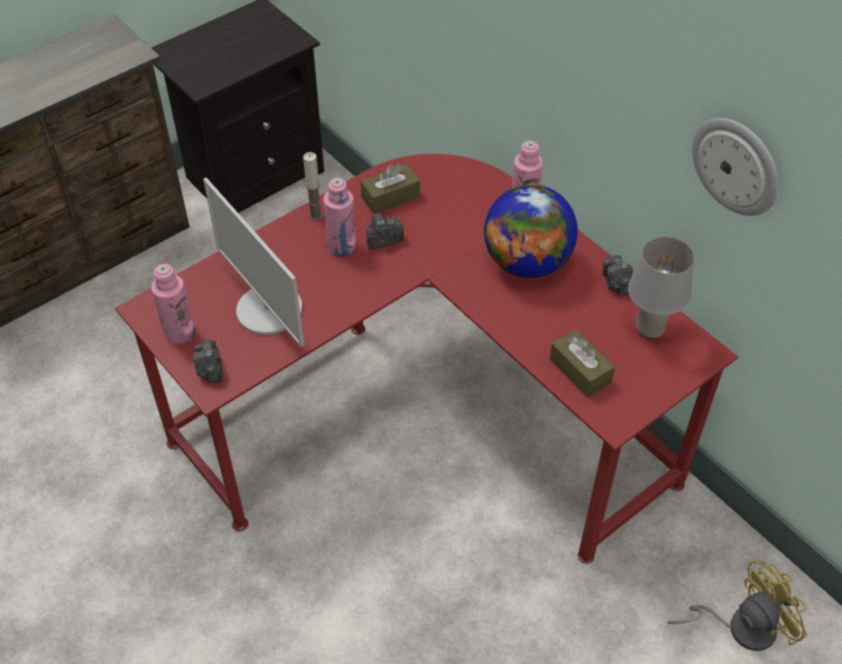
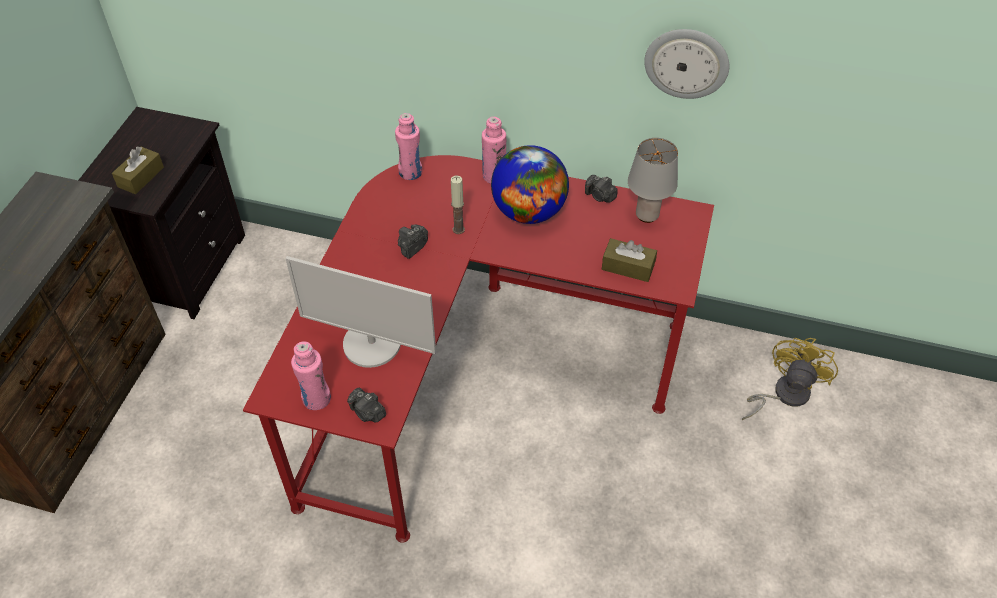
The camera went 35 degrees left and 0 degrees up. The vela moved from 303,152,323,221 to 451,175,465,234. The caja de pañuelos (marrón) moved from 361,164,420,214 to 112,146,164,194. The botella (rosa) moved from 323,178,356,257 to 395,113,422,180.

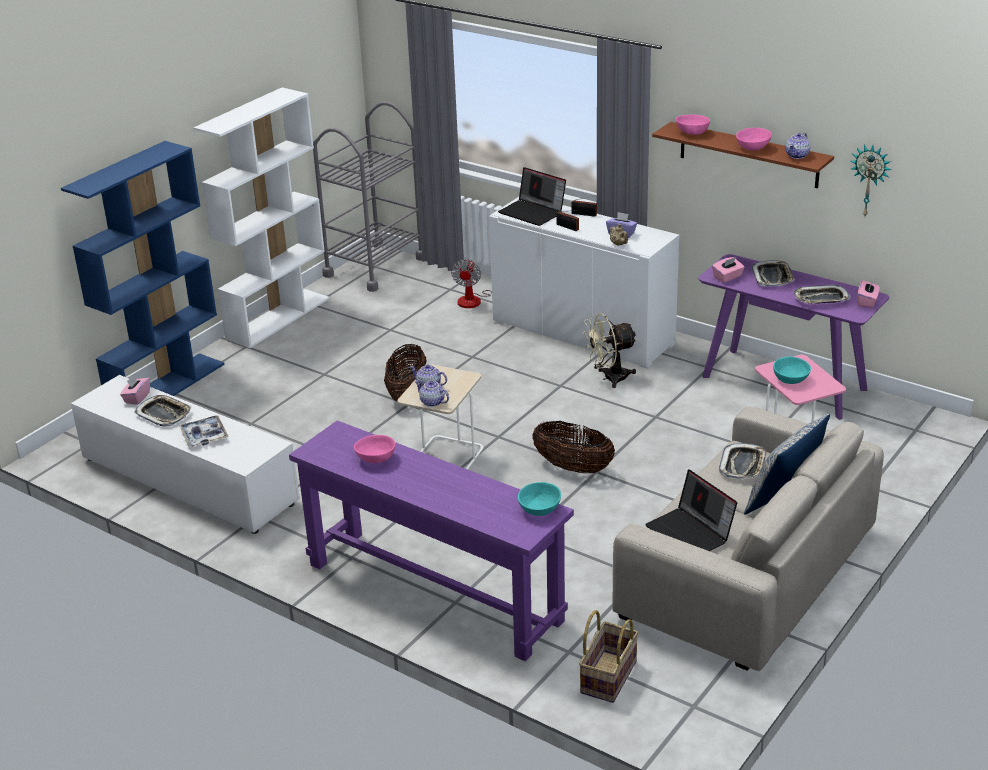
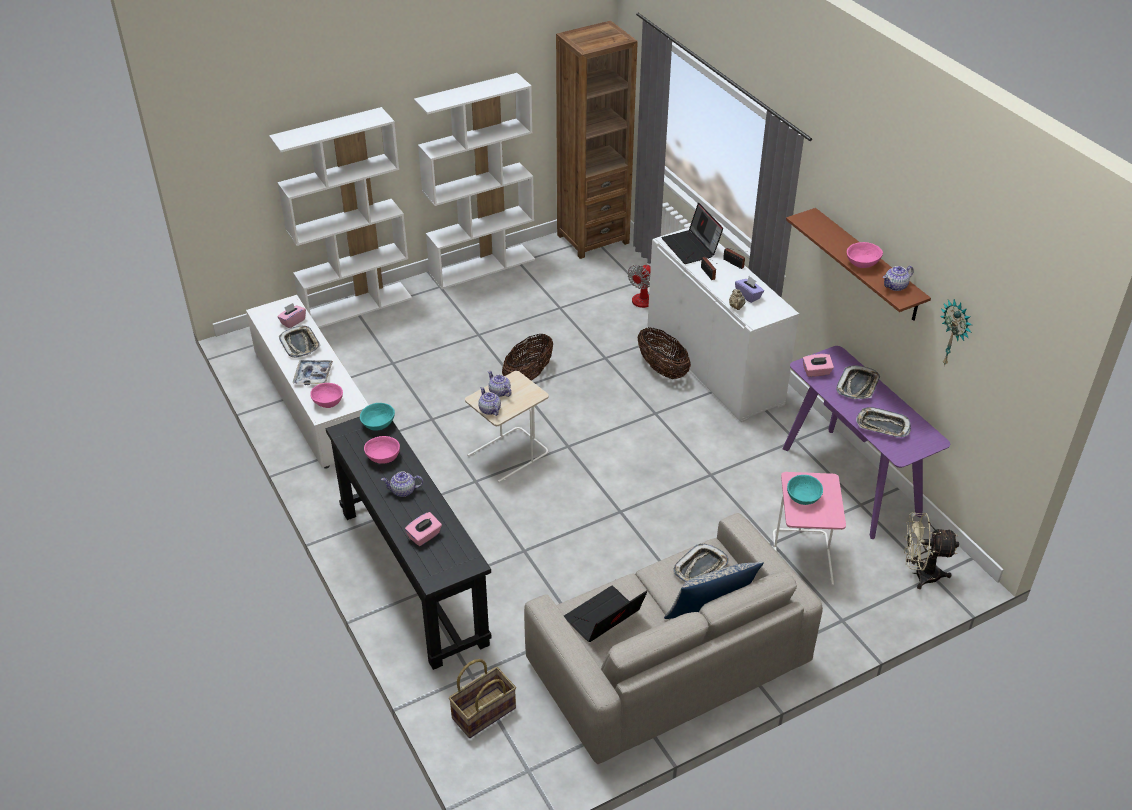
The camera went 25 degrees right and 10 degrees up. The carrito (gris) at 313,102,423,292 was replaced by the estantería (marrón) at 556,21,638,259. The cuenco (rosa) moved from 676,115,710,135 to 310,383,343,408. The estantería (azul) at 61,141,225,396 became the estantería (blanco) at 269,107,412,328. The caja de pañuelos (rosa) moved from 858,280,880,308 to 405,512,442,546. The ventilador (beis) moved from 583,314,637,388 to 904,513,959,589. The mesa consola (morado) at 289,420,574,661 became the mesa consola (negro) at 326,417,492,670. The cesta moved from 532,421,615,473 to 637,327,691,379. The portátil at 645,469,737,551 turned 60 degrees clockwise. The cuenco (turquesa) moved from 518,482,561,516 to 360,403,395,431. The tetera at 381,471,423,497 appeared.

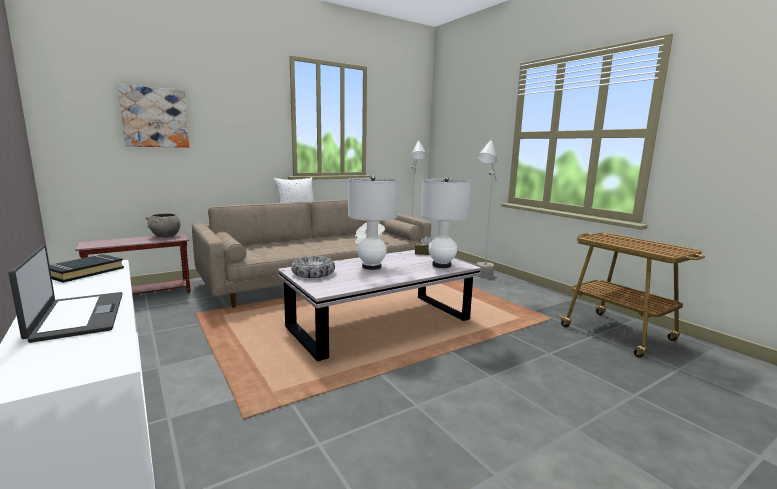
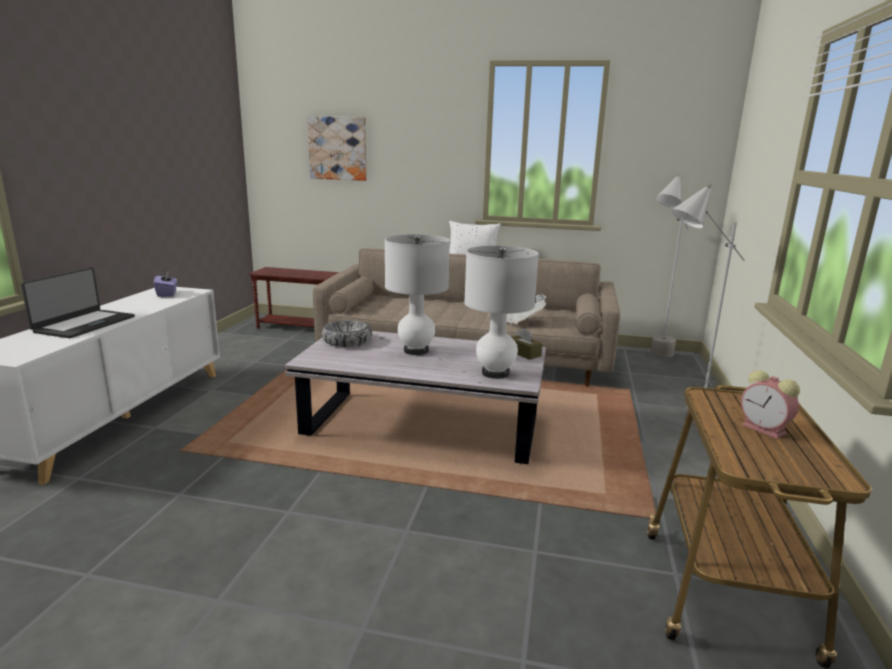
The camera went 45 degrees right and 5 degrees up. The cuenco (gris) at 145,214,181,238 disappeared. The libro (negro) at 49,254,124,283 was replaced by the caja de pañuelos (morado) at 154,271,177,297. The despertador at 741,370,800,439 appeared.

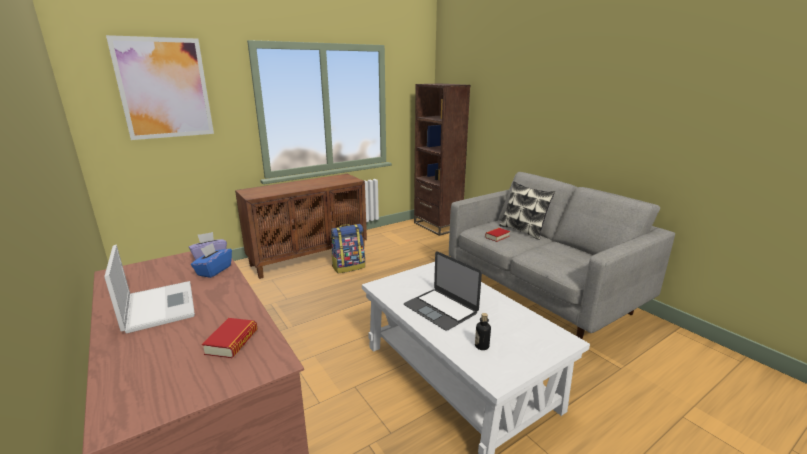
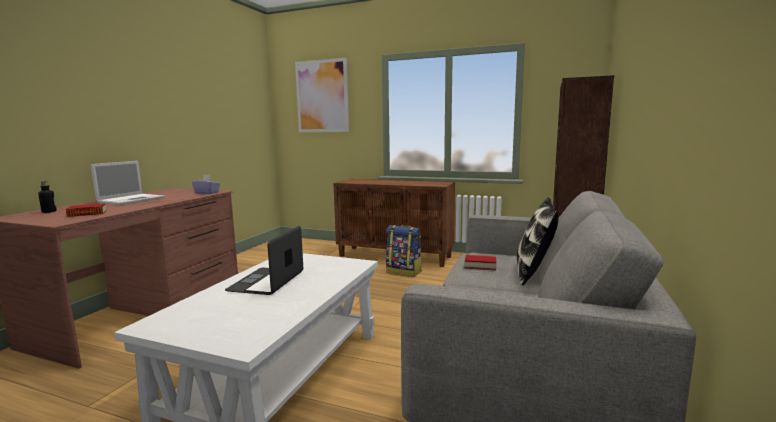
The camera went 55 degrees right and 10 degrees down. The caja de pañuelos (azul) at 191,243,232,278 disappeared. The botella moved from 475,313,491,350 to 38,181,57,213.

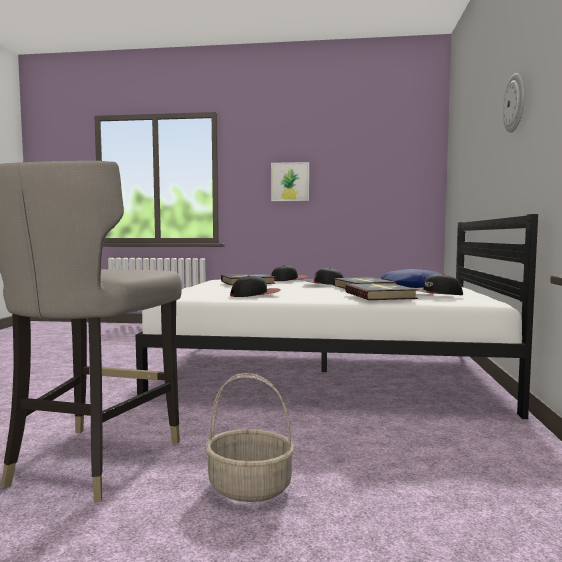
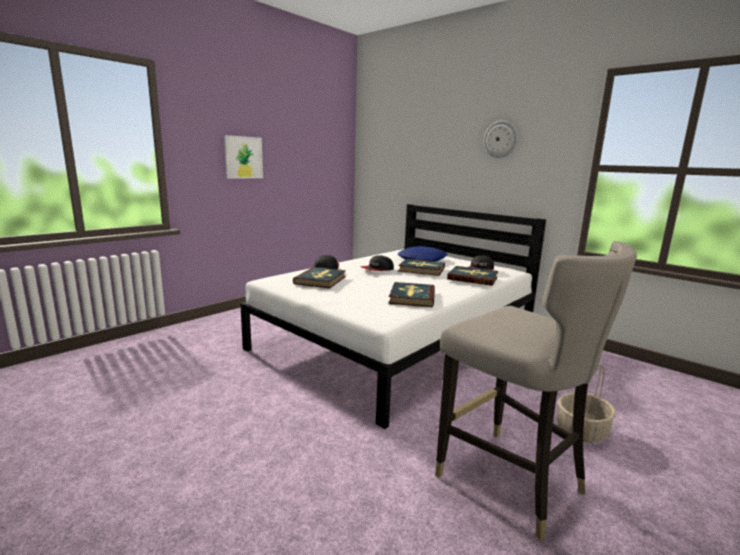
The camera went 55 degrees left and 10 degrees up. The gorra at 230,275,281,297 was replaced by the libro at 389,282,435,307.

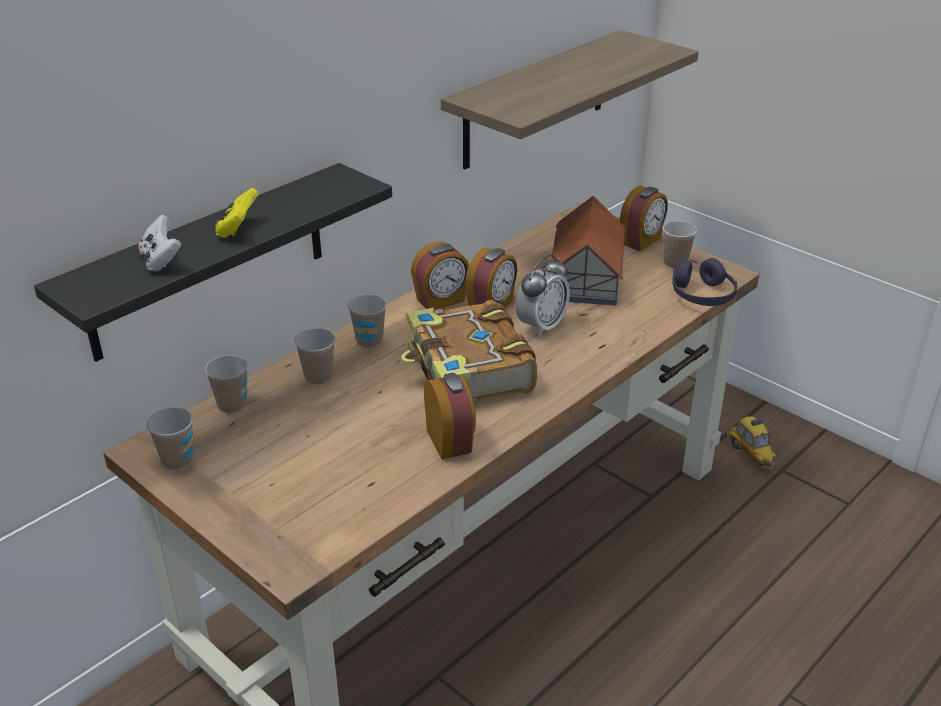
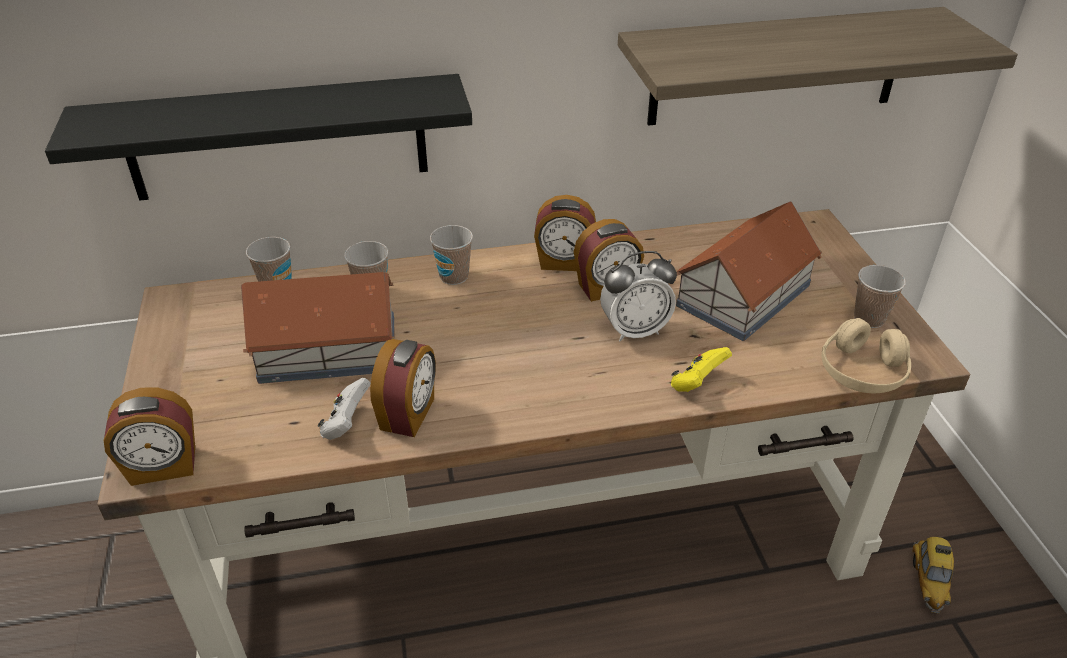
The camera went 35 degrees right and 5 degrees up. The despertador moved from 620,186,668,251 to 104,387,195,486. The mando de consola (amarillo) moved from 213,188,259,238 to 671,347,732,392. The mando de consola (blanco) moved from 138,215,182,271 to 318,378,371,440. The auriculares (morado) at 672,258,737,306 became the auriculares (beis) at 822,318,911,393. The libro at 401,300,537,404 disappeared. The taza at 147,408,193,471 disappeared. The casita at 241,272,395,384 appeared.

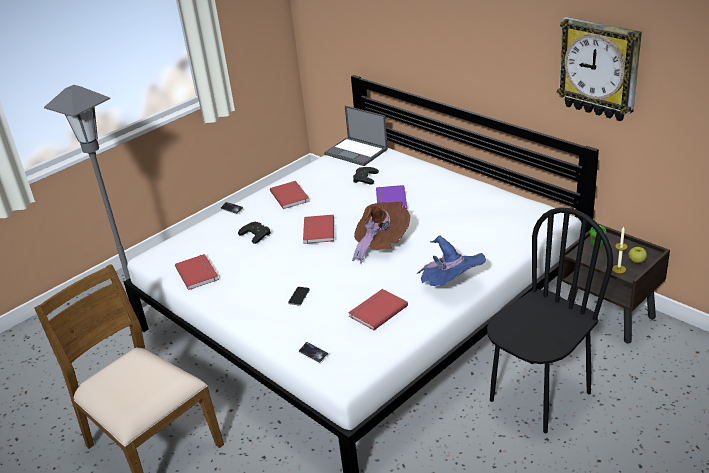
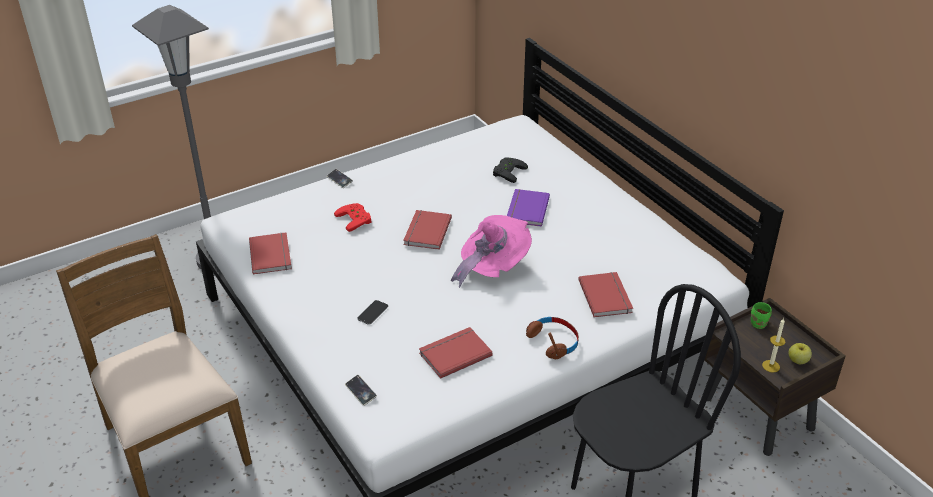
The camera went 10 degrees right and 5 degrees up. The reloj de pared at 557,17,642,121 disappeared. The portátil at 324,106,388,166 disappeared. The libro (rojo) moved from 270,181,310,209 to 578,272,633,317. The sombrero (marrón) at 352,202,410,264 became the sombrero (rosa) at 451,215,532,288. The mando de consola (negro) at 238,222,271,244 became the mando de consola (rojo) at 334,203,371,232. The sombrero (azul) at 417,235,486,286 was replaced by the auriculares (marrón) at 526,317,579,360.

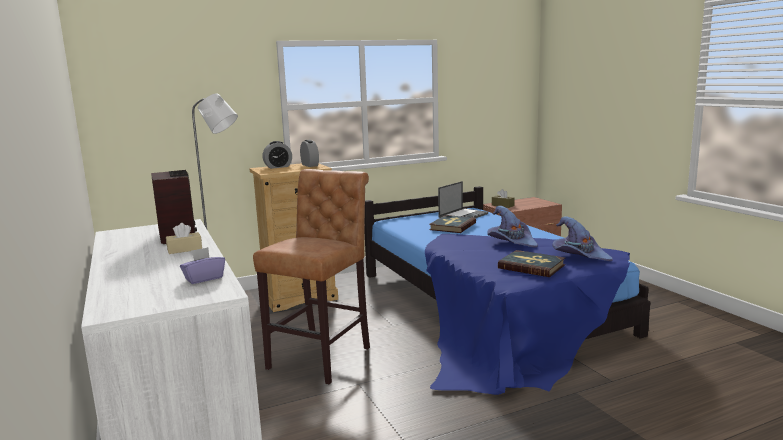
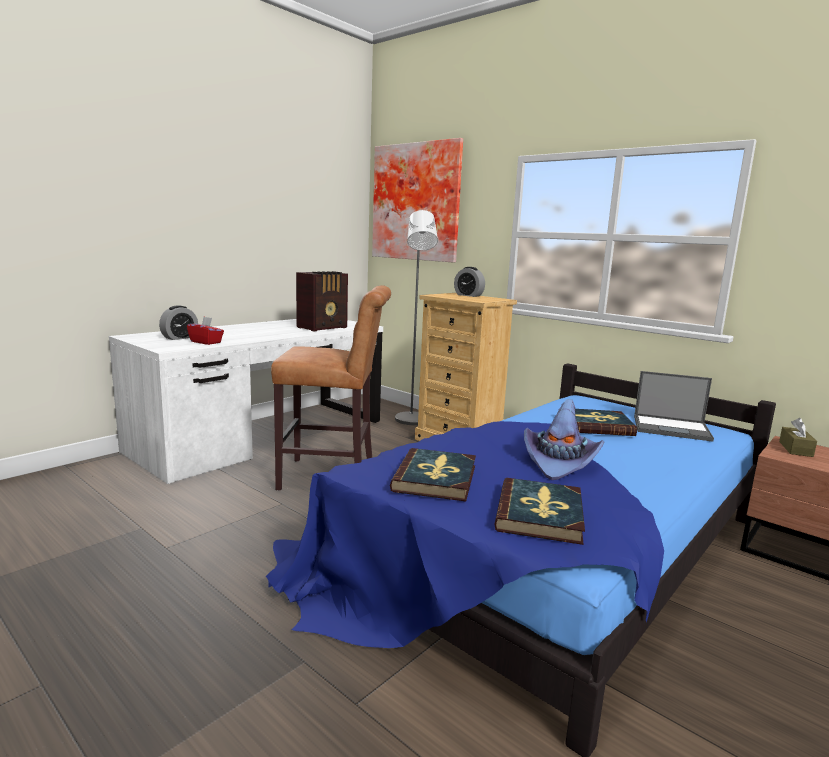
The camera went 65 degrees right and 0 degrees up. The despertador moved from 300,140,319,167 to 159,305,198,340. The sombrero (morado) at 552,216,613,261 was replaced by the libro at 495,478,585,545. The caja de pañuelos (beis) at 166,223,202,254 disappeared. The caja de pañuelos (morado) at 180,247,225,284 became the caja de pañuelos (rojo) at 187,317,224,345. The cuadro at 372,138,463,263 appeared.

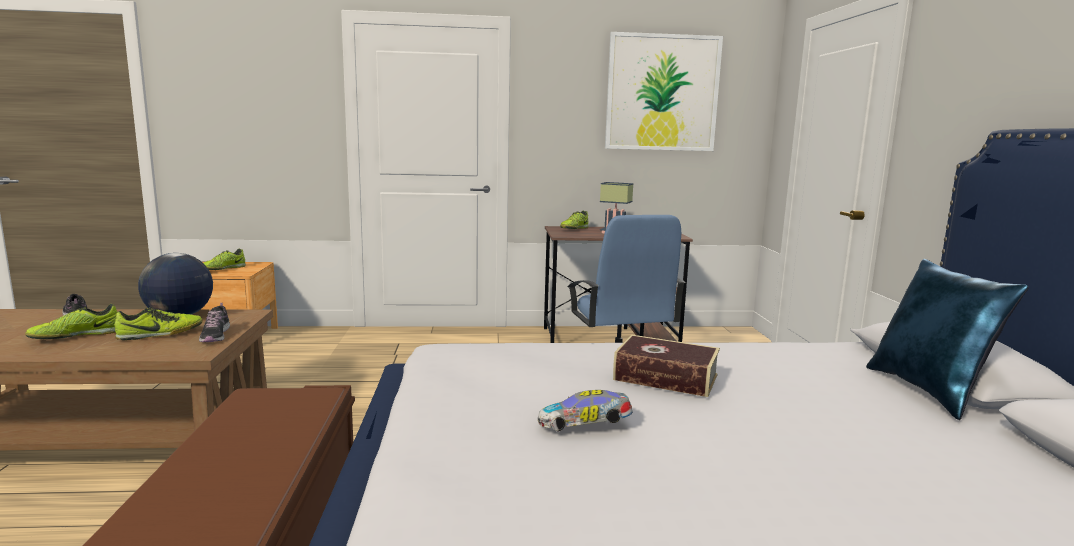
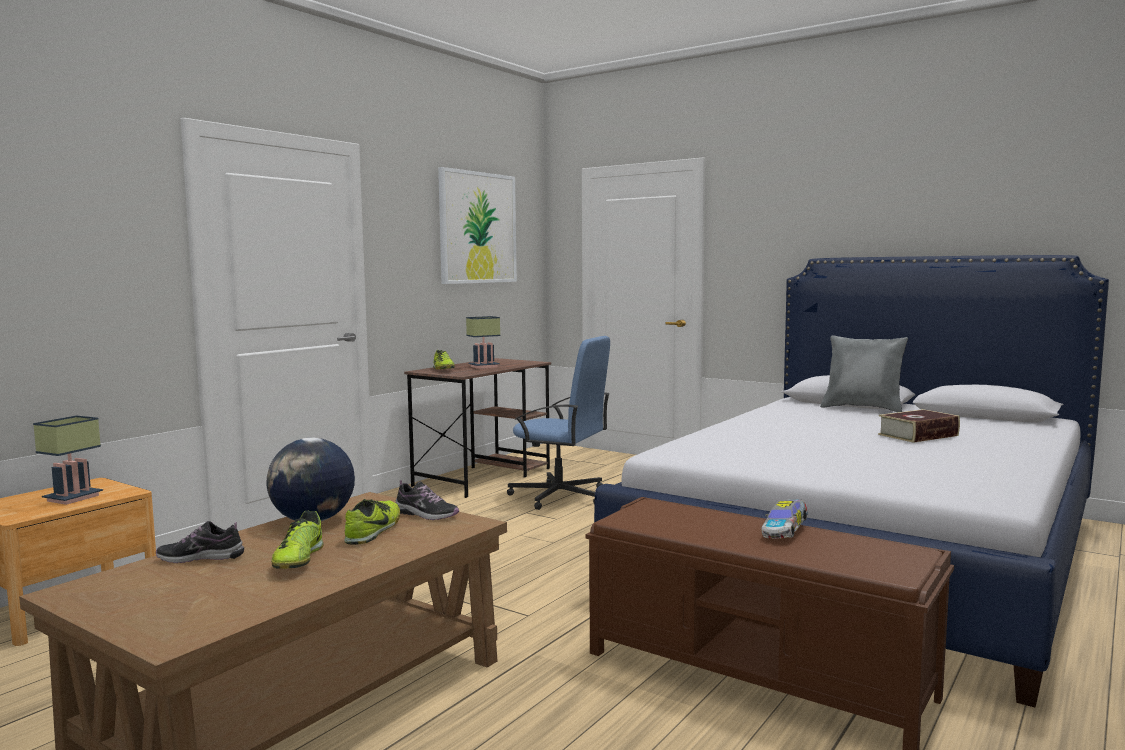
The camera went 50 degrees left and 5 degrees down. The zapato at 204,249,246,270 was replaced by the lámpara de mesa at 33,416,103,505. The cojín (azul) at 866,259,1029,420 became the cojín (gris) at 820,335,908,412. The libro moved from 613,335,720,397 to 878,409,960,443. The coche de juguete moved from 538,390,633,431 to 761,499,808,539.

